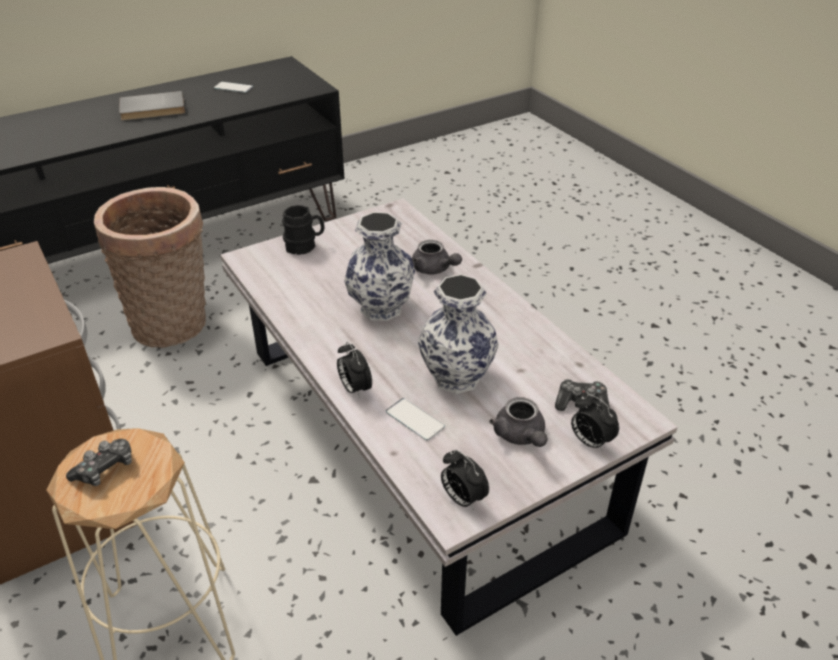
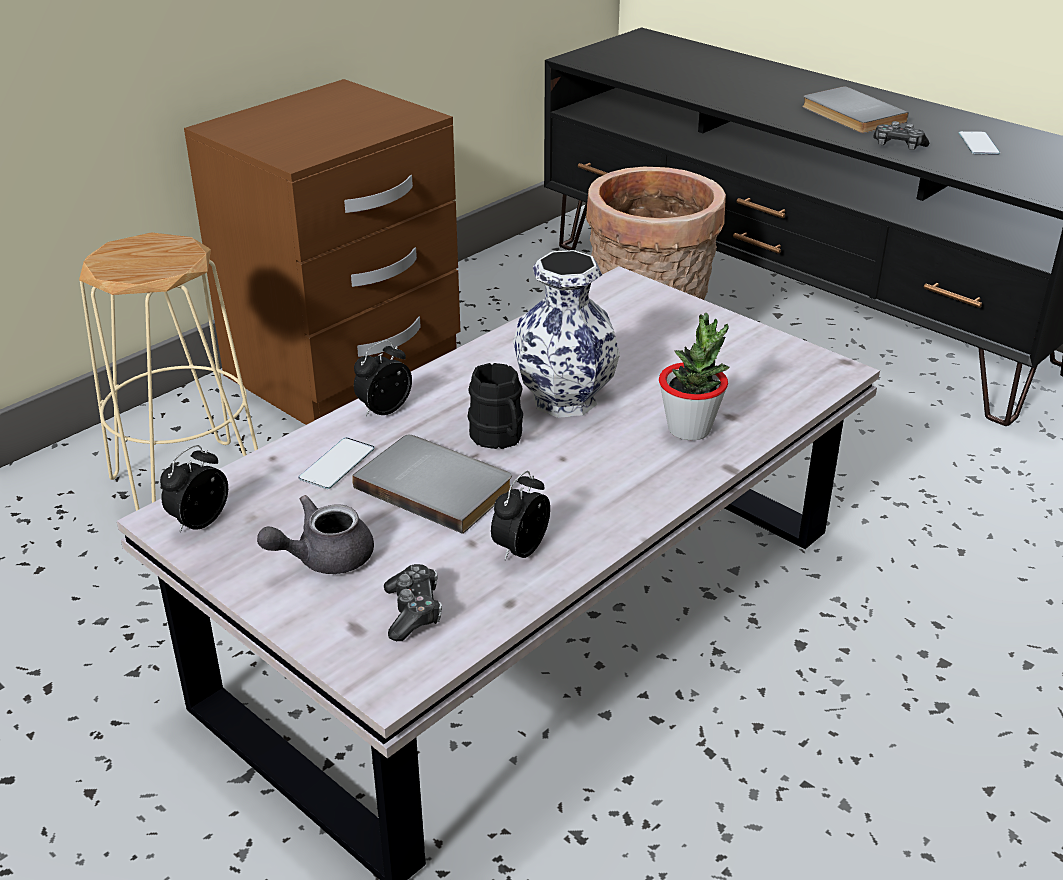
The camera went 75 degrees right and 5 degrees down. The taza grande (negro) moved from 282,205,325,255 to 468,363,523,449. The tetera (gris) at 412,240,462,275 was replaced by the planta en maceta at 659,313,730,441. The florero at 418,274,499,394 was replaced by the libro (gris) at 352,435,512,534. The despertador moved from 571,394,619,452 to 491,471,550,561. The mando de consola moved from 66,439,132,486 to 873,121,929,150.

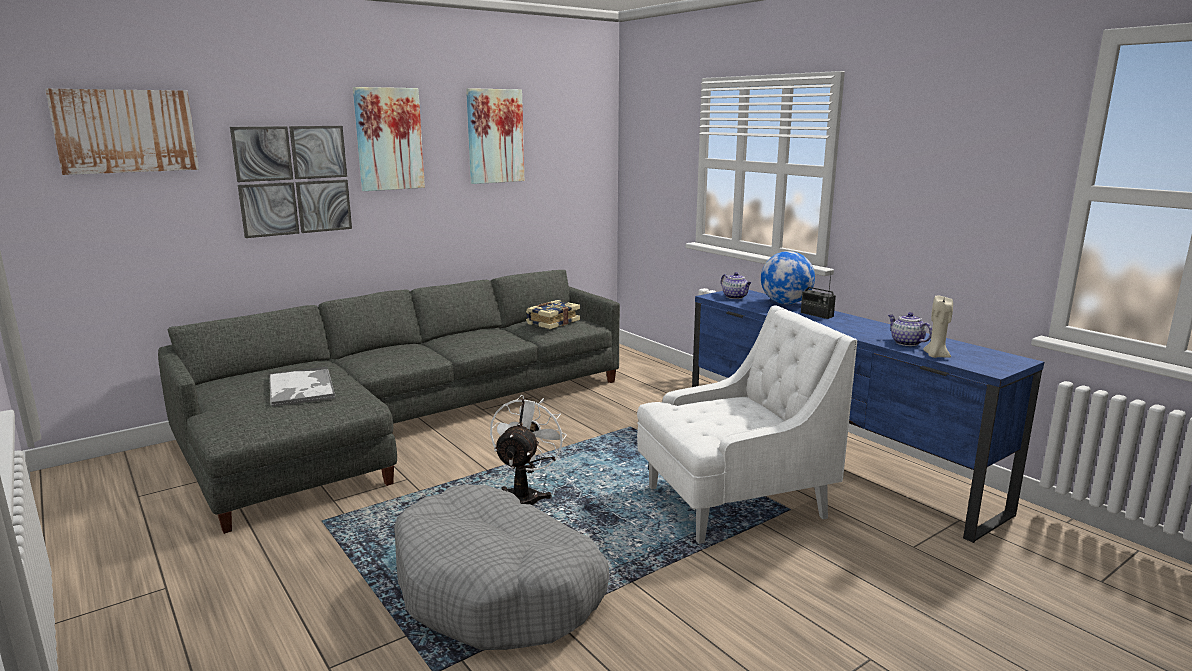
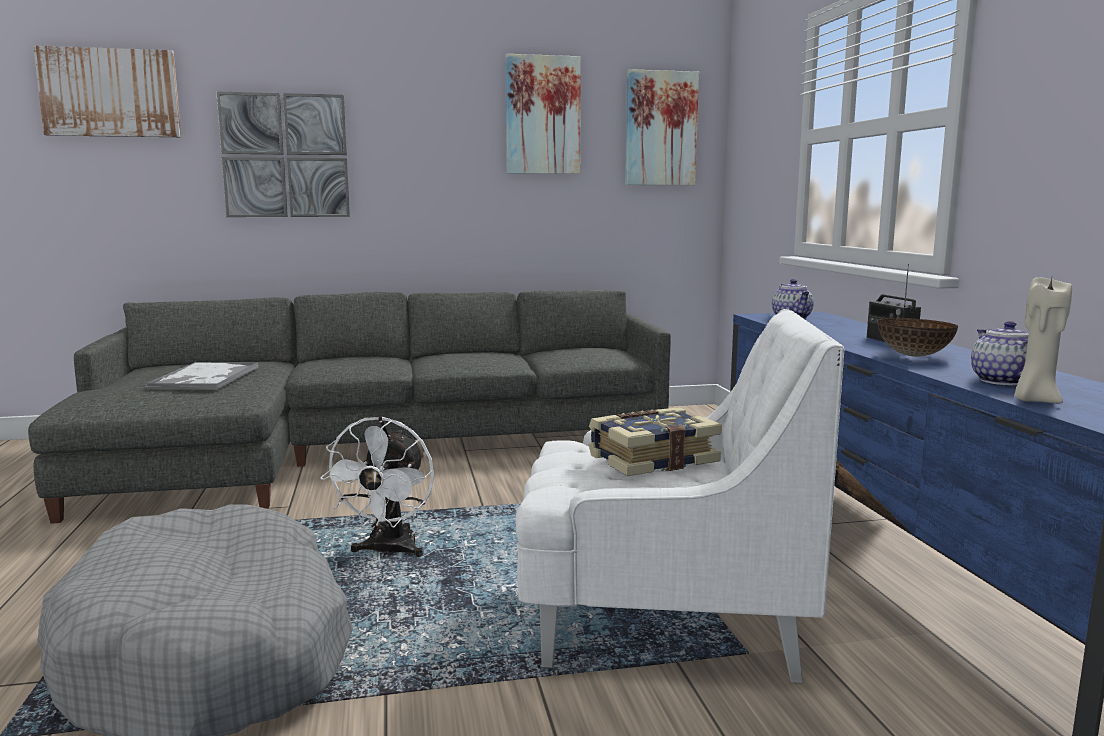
The camera went 25 degrees right and 5 degrees down. The cuadro moved from 353,87,425,191 to 625,69,699,185. The globo terráqueo at 761,251,815,304 disappeared. The libro moved from 526,300,580,329 to 589,407,722,477. The ventilador (blanco) at 490,395,567,505 turned 150 degrees clockwise. The cuenco at 877,318,958,357 appeared.

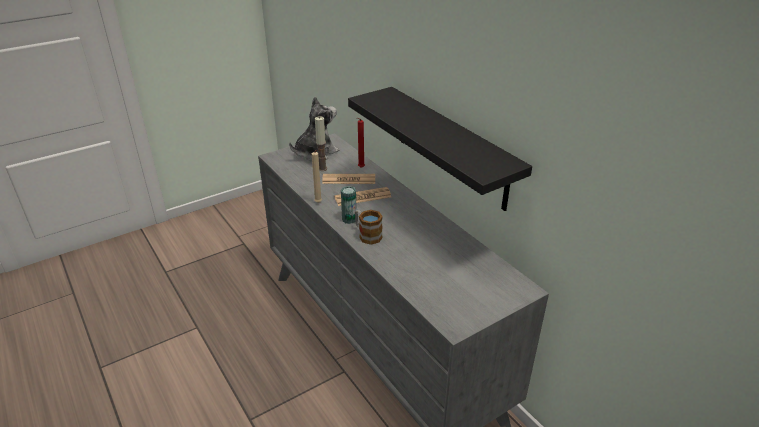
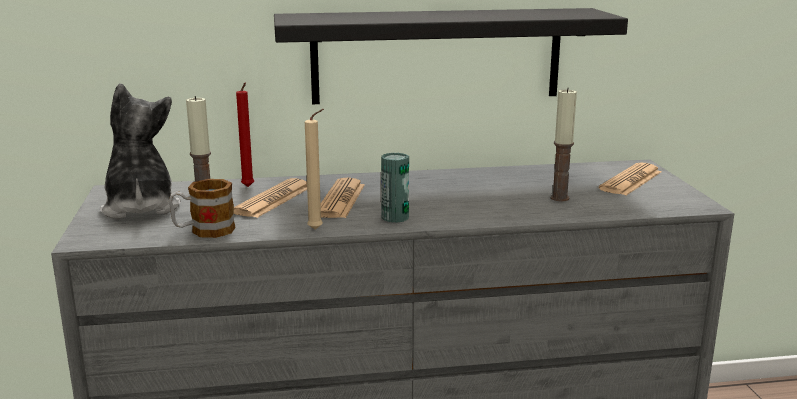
The camera went 65 degrees left and 15 degrees down. The taza grande moved from 355,210,383,245 to 169,179,236,238. The vela at 550,88,577,201 appeared. The periódico at 599,163,661,196 appeared.

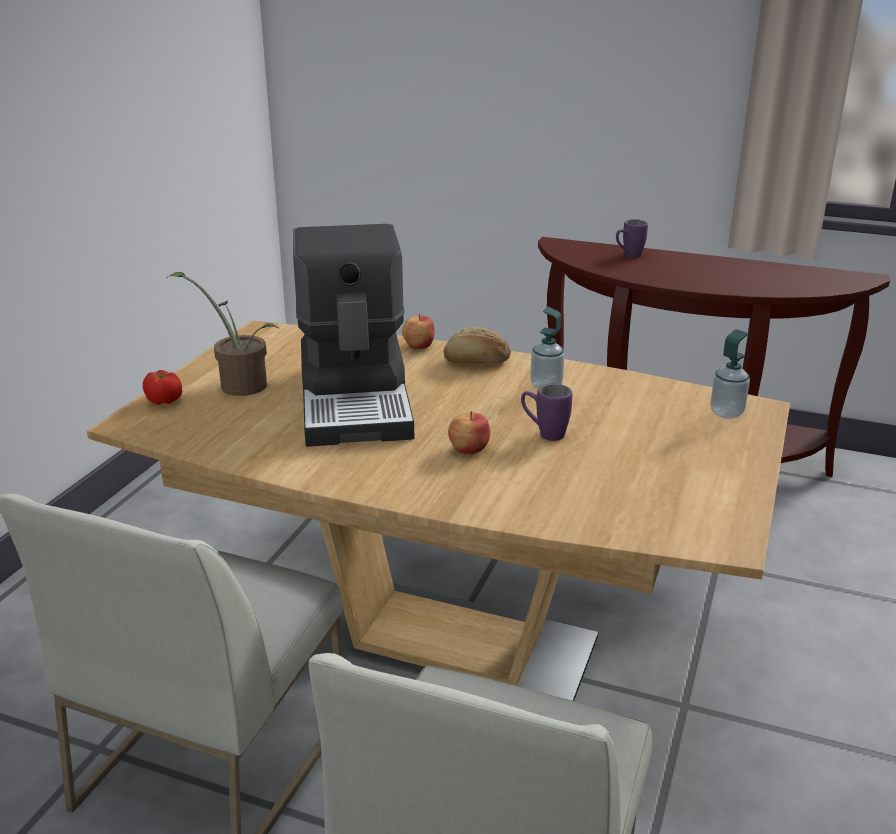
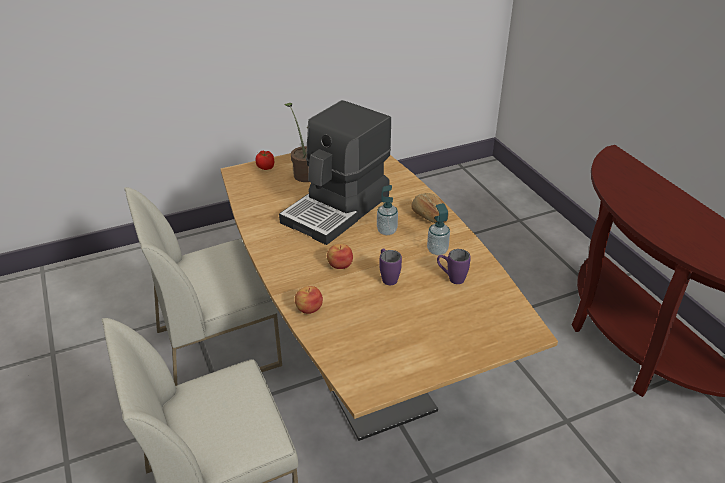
The camera went 45 degrees right and 10 degrees up. The taza grande (morado) moved from 616,219,648,258 to 437,249,471,284. The manzana moved from 402,314,435,350 to 295,286,323,314. The dispensador de jabón moved from 710,329,750,419 to 377,185,398,235.

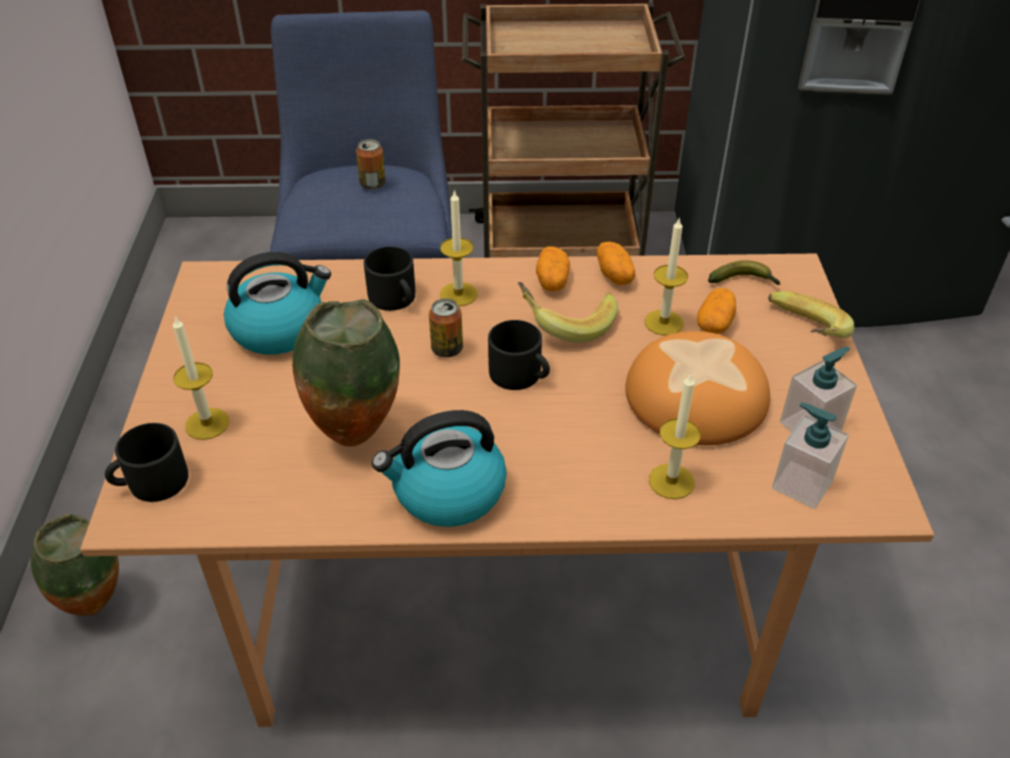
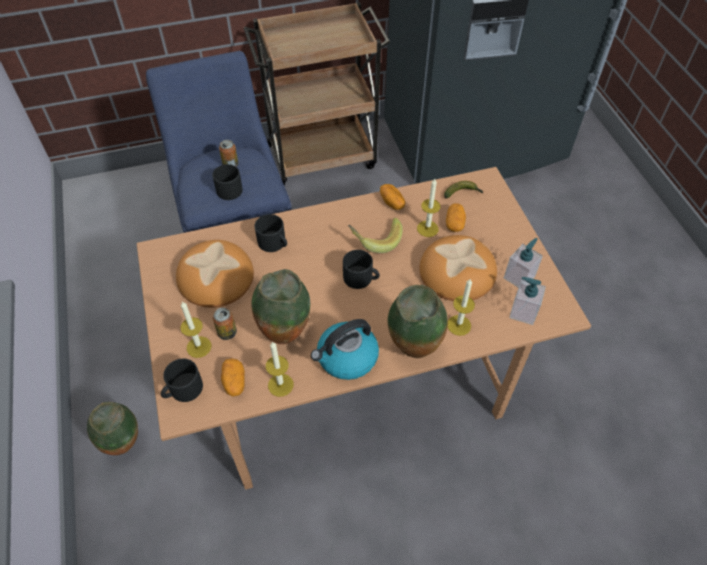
The camera went 15 degrees left and 10 degrees up. The vela moved from 440,190,478,306 to 266,341,294,397. The patata moved from 536,246,570,291 to 221,358,245,397. The hervidor at 224,252,331,355 was replaced by the pan at 176,240,254,308. The plátano at 768,291,854,338 disappeared. The lata moved from 429,299,463,358 to 213,308,237,340. The taza grande (negro) at 212,164,243,200 appeared. The florero at 388,285,448,358 appeared.

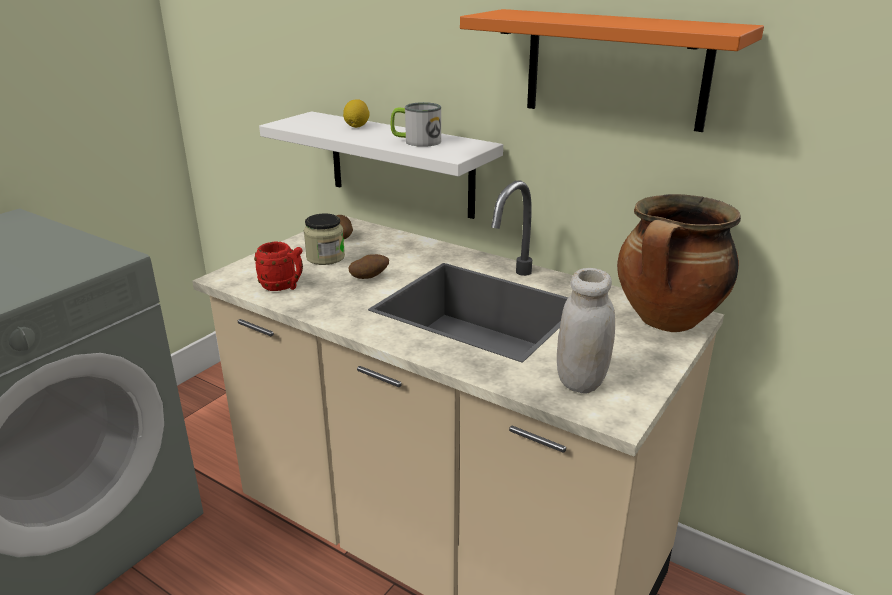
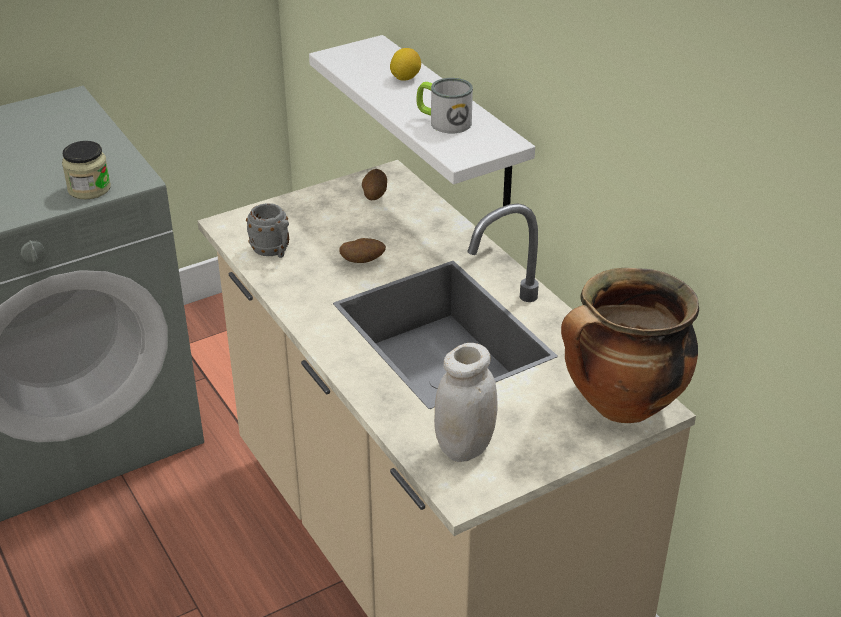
The camera went 25 degrees right and 10 degrees up. The estante (naranja) at 460,9,764,132 disappeared. The tarro moved from 304,214,345,265 to 62,141,111,200. The taza grande (rojo) at 254,241,303,291 became the taza grande (gris) at 246,203,289,258.

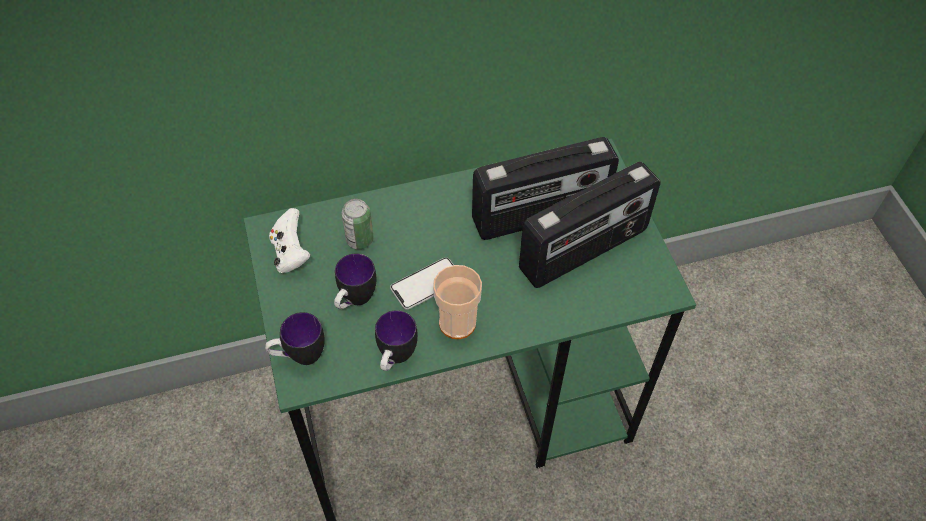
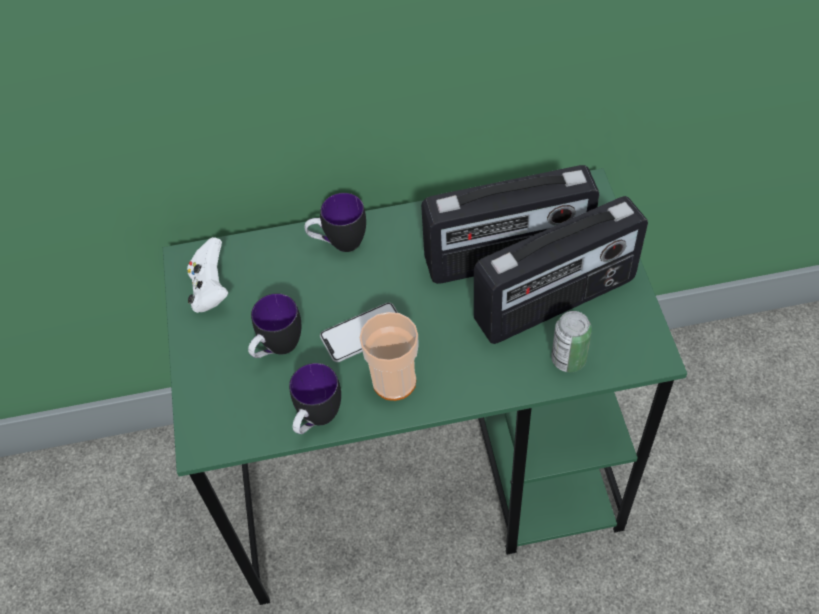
The camera went 10 degrees right and 0 degrees up. The lata moved from 342,199,374,249 to 551,311,592,372. The taza grande moved from 265,312,325,365 to 304,193,366,252.

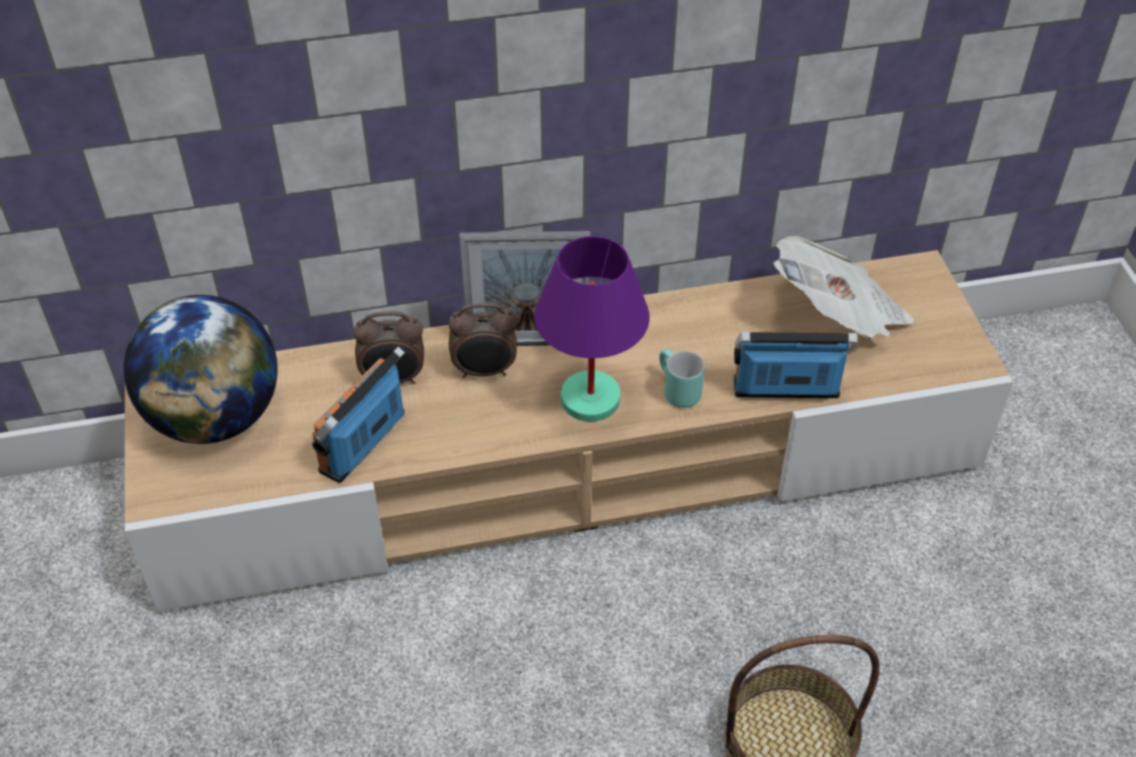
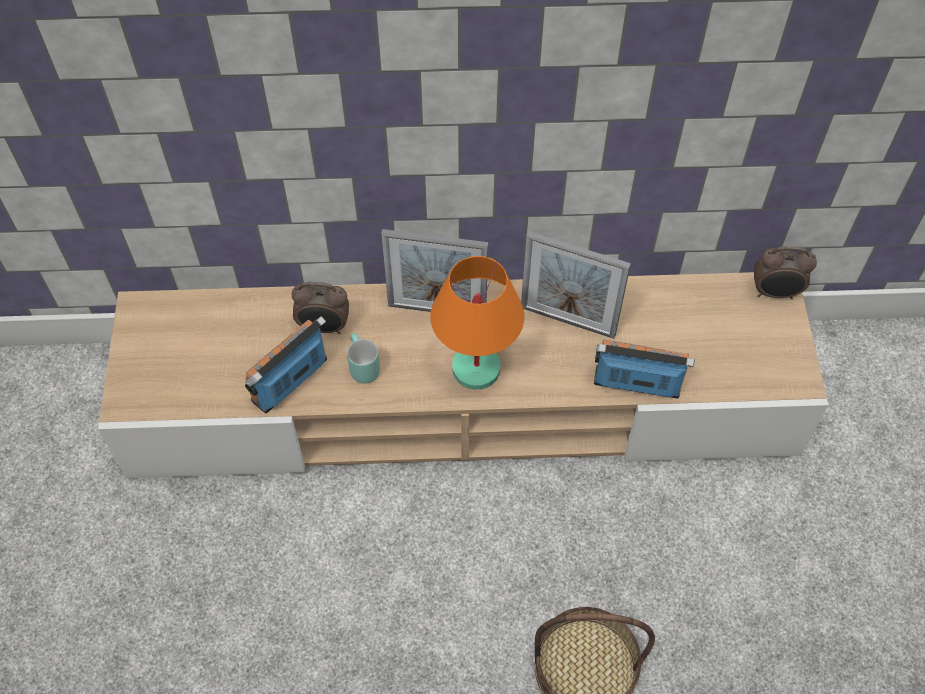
The camera went 10 degrees right and 10 degrees up. The lámpara de mesa (morado) at 534,236,649,422 became the lámpara de mesa (naranja) at 430,256,524,389. The periódico at 773,236,914,339 disappeared. The globo terráqueo at 124,295,278,444 disappeared. The despertador moved from 449,303,517,378 to 754,246,817,299. The taza grande (turquesa) moved from 659,349,705,408 to 347,333,380,384. The portarretratos at 521,231,631,339 appeared.

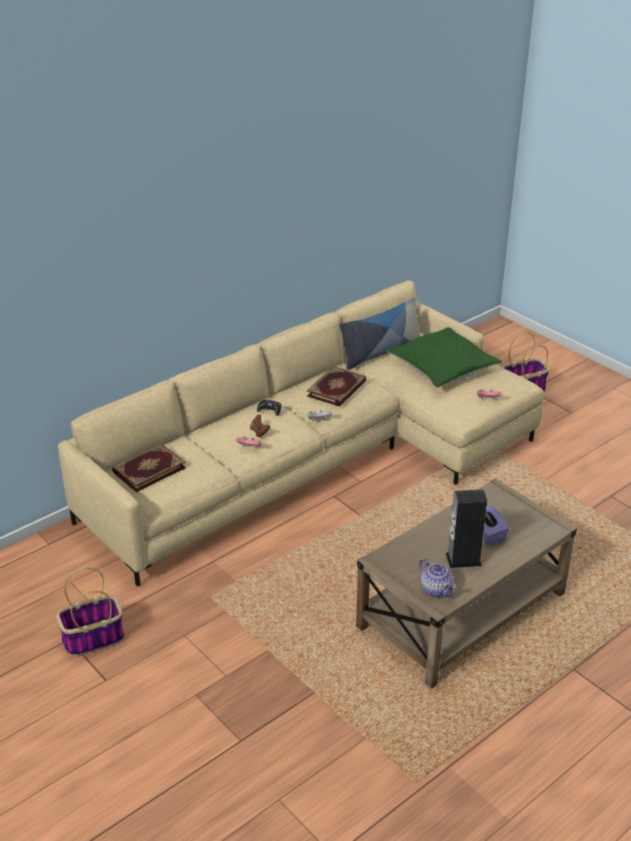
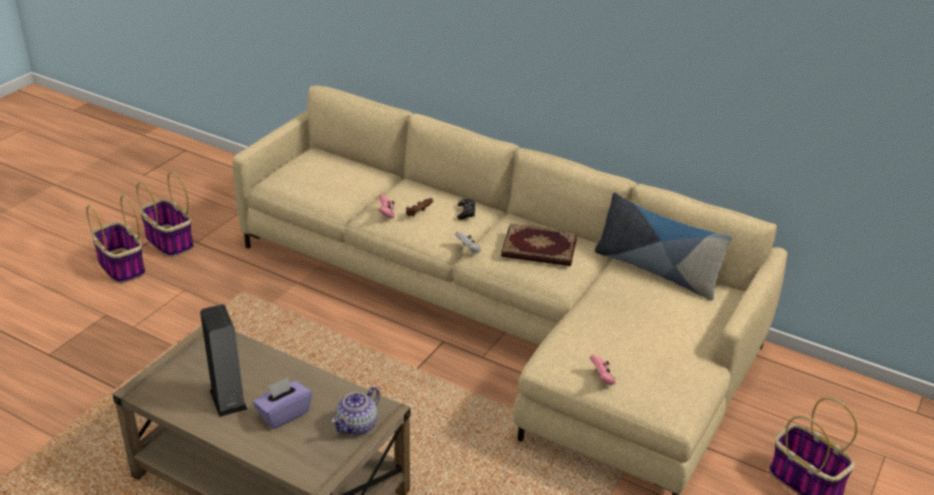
The camera went 70 degrees right and 0 degrees up. The cojín (verde) at 386,327,502,388 disappeared. The libro at 112,444,186,492 disappeared. The tetera moved from 419,559,456,597 to 331,387,380,435. The cesta at 86,195,146,284 appeared.

